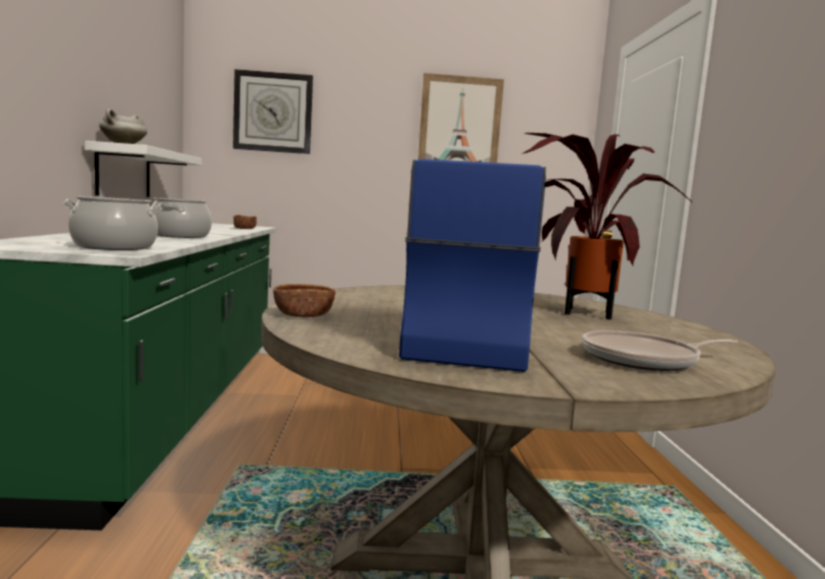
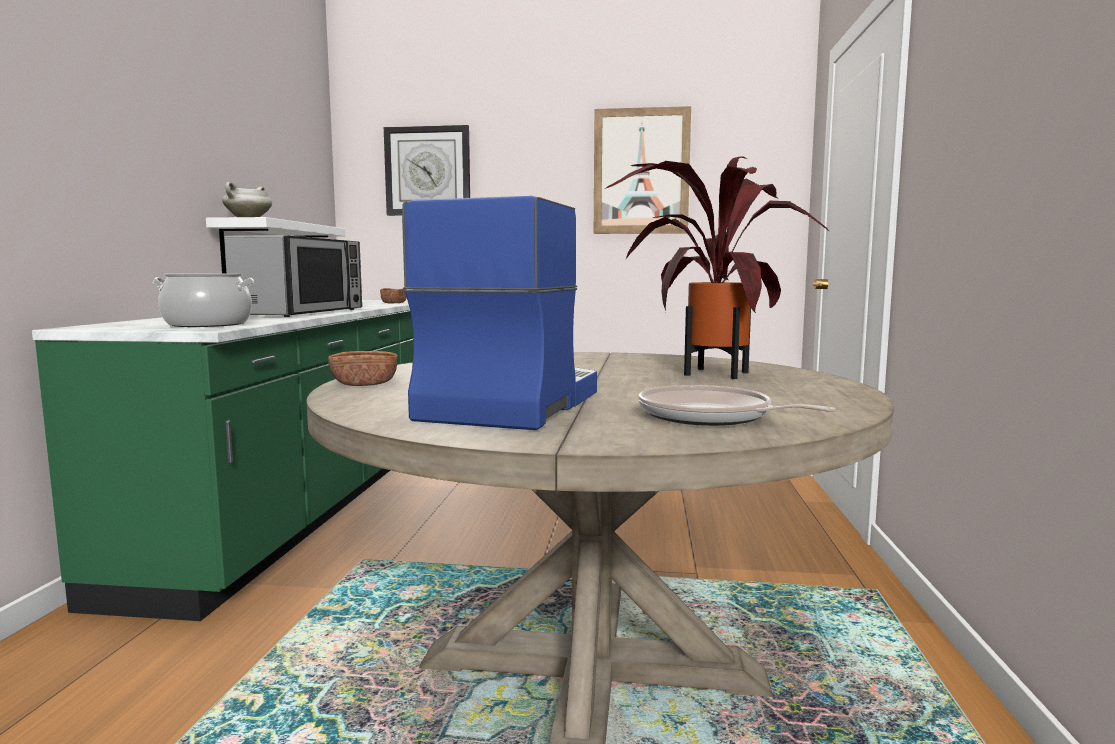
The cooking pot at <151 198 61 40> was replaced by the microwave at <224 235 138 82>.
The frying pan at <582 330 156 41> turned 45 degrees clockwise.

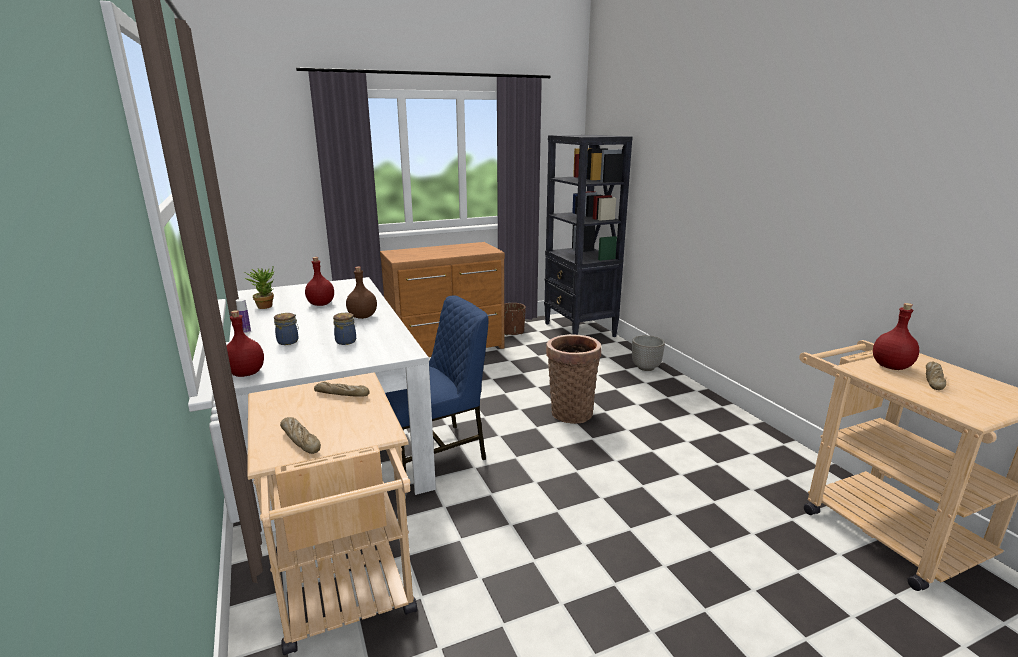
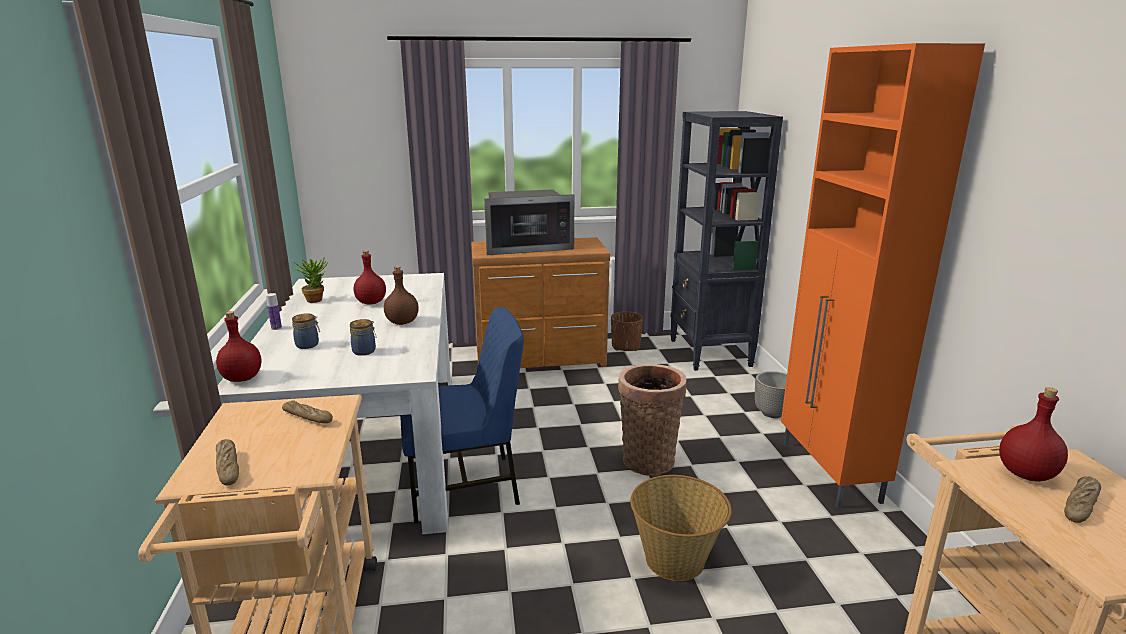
The orange cabinet at <781 43 204 465> appeared.
The microwave at <484 189 90 66> appeared.
The basket at <630 475 102 106> appeared.

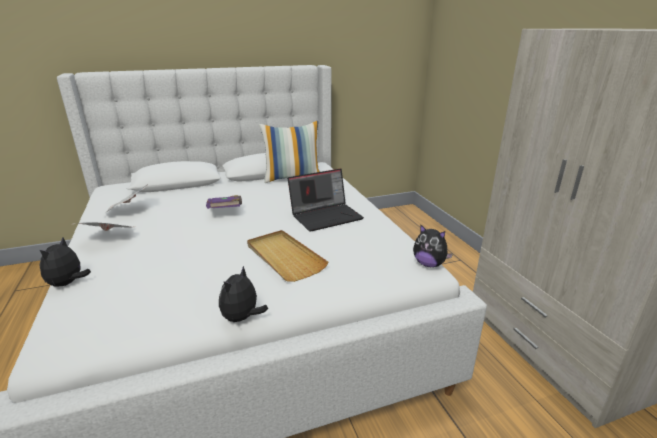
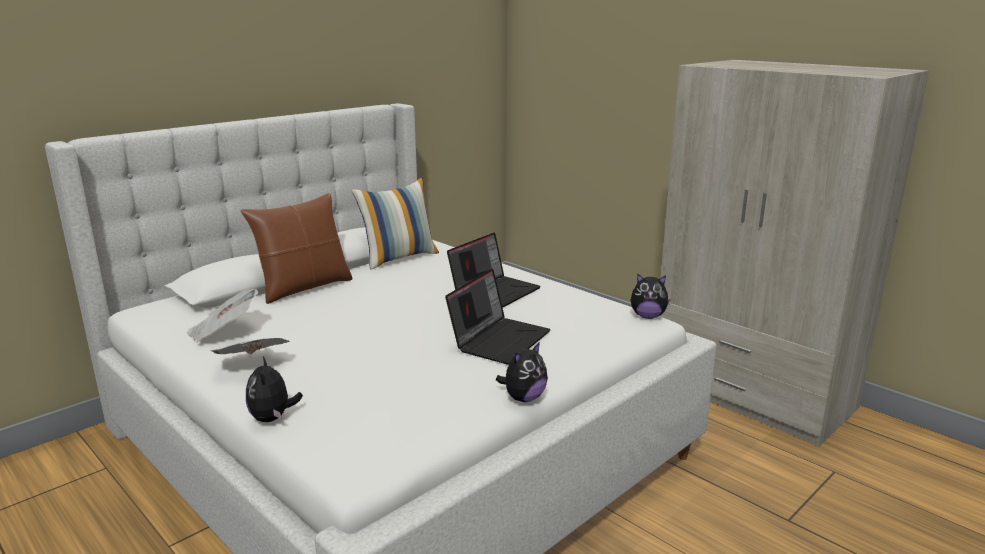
The purple book at <206 195 36 14> disappeared.
The beige tray at <247 230 81 52> was replaced by the laptop at <445 269 106 96>.
The plush toy at <219 266 49 56> turned 135 degrees counterclockwise.
The brown pillow at <241 193 112 111> appeared.

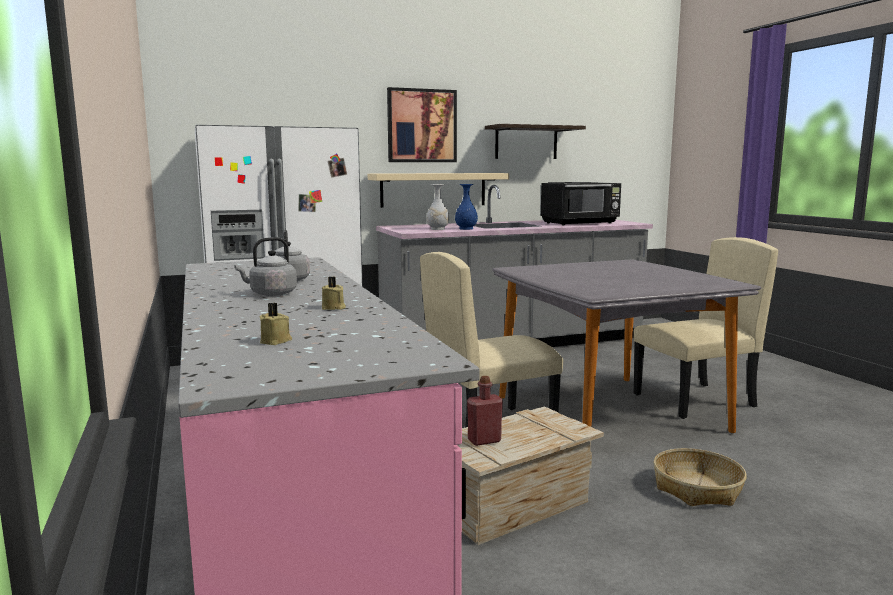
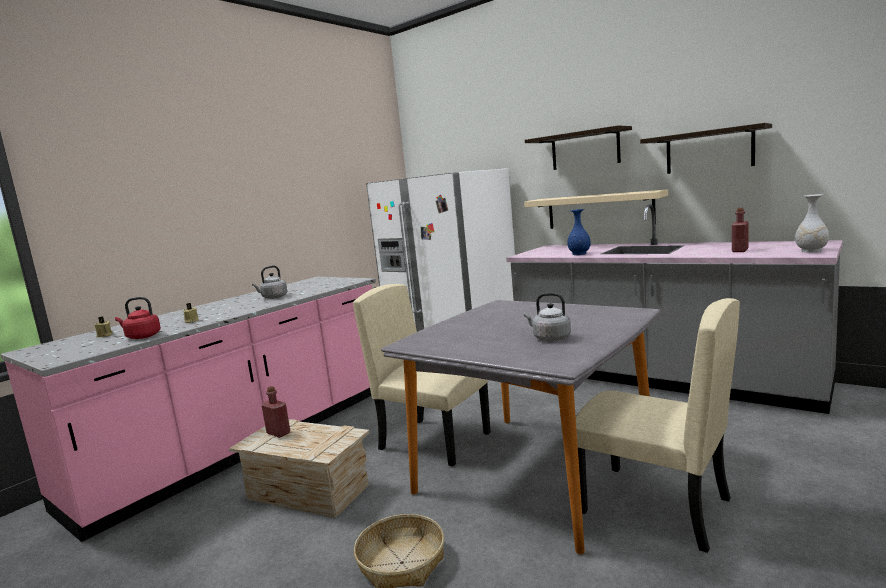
The picture at <387 87 70 75> was replaced by the shelf at <525 125 107 45>.
The black microwave at <541 182 80 44> was replaced by the red bottle at <732 208 17 44>.
The white vase moved from <426 184 23 46> to <795 194 34 58>.
The grey kettle moved from <234 237 63 59> to <524 293 47 48>.
The red kettle at <115 297 46 42> appeared.

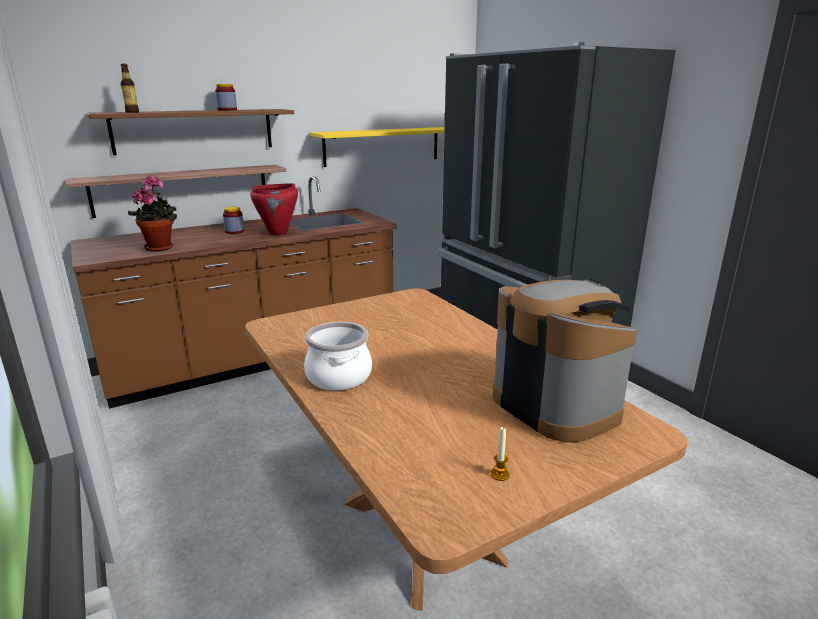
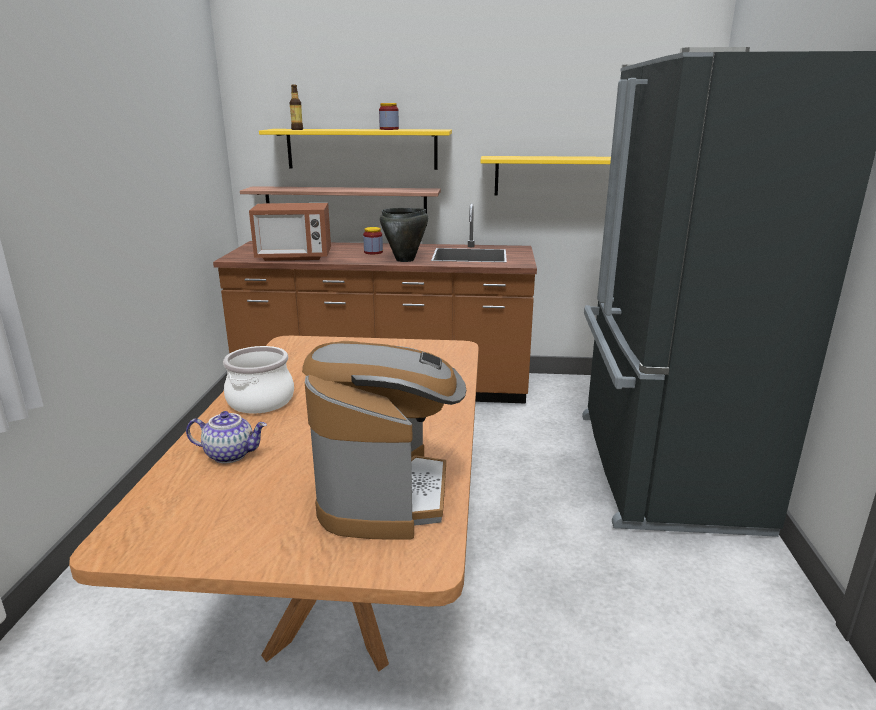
The brown shelf at <87 109 207 46> became the yellow shelf at <259 129 193 41>.
The potted plant at <128 176 49 76> was replaced by the microwave at <249 203 82 58>.
The red cooking pot at <250 183 48 53> became the black cooking pot at <380 208 48 54>.
The candle at <490 427 20 54> disappeared.
The teapot at <186 411 81 52> appeared.

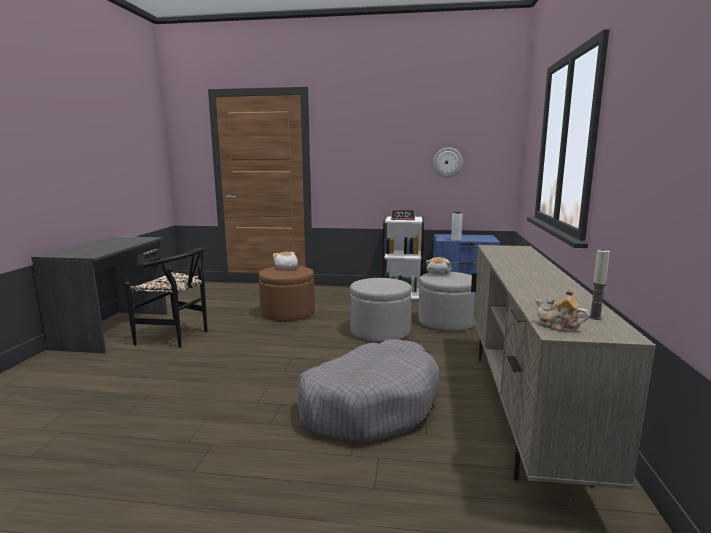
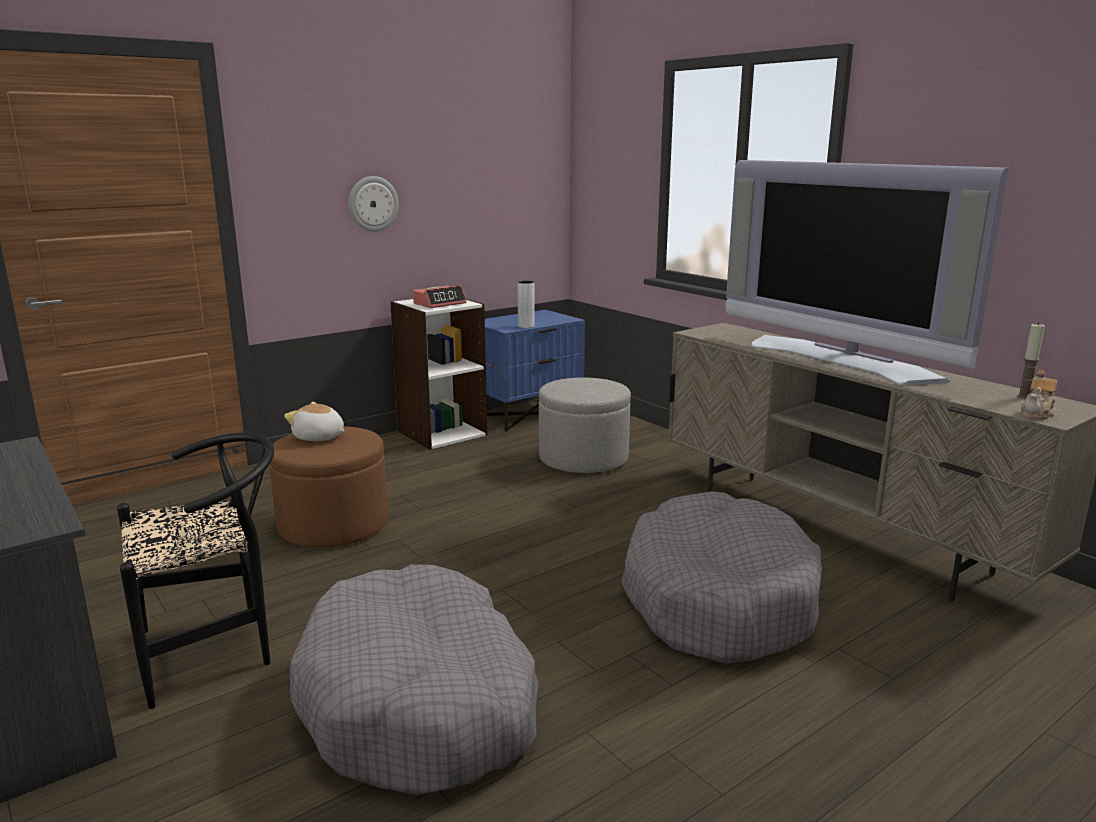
The wall clock moved from <433 147 30 30> to <349 176 49 56>.
The plush toy at <426 257 25 18> disappeared.
The grey ottoman at <350 278 62 64> disappeared.
The teapot at <535 288 54 44> turned 45 degrees counterclockwise.
The television at <725 160 284 225> appeared.
The grey dog bed at <290 564 249 231> appeared.

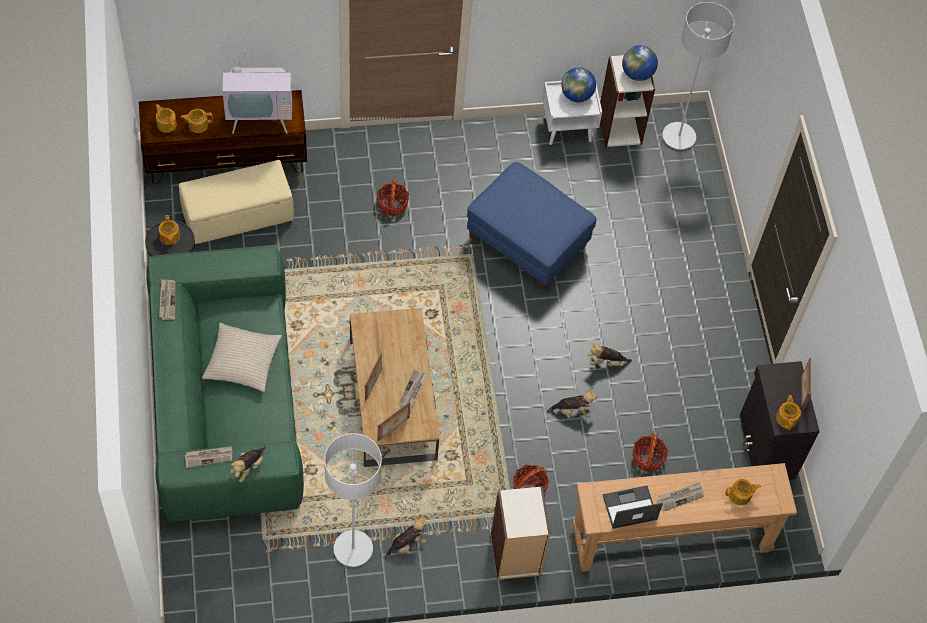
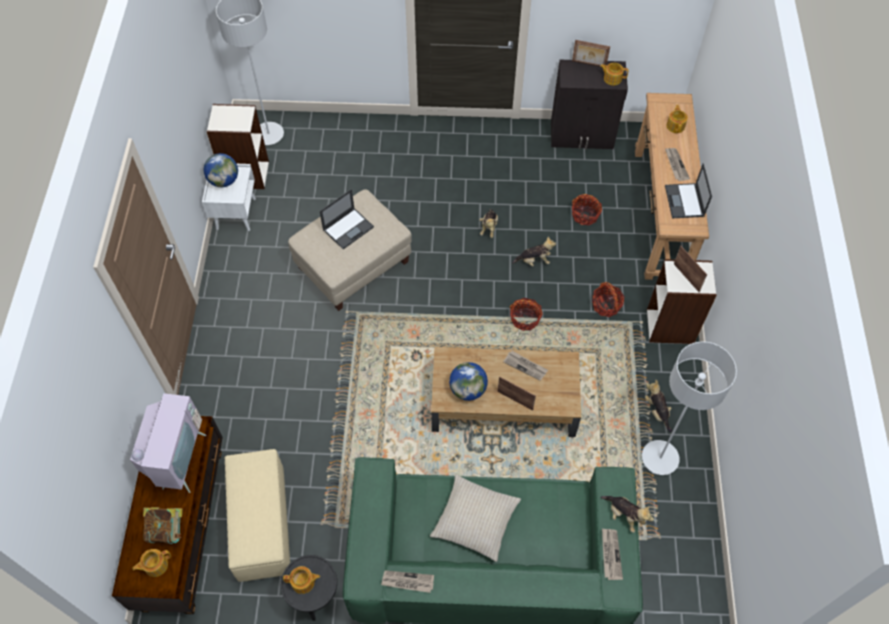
The globe moved from <622 45 36 36> to <449 362 39 39>.
The teapot at <181 109 32 24> was replaced by the book at <143 507 39 37>.
The blue ottoman at <467 162 129 128> became the beige ottoman at <288 189 124 122>.
The basket moved from <377 179 32 37> to <510 298 33 33>.
The plush toy at <547 388 51 30> turned 75 degrees clockwise.
The picture frame moved from <377 402 33 39> to <674 246 33 46>.
The laptop at <320 189 54 60> appeared.

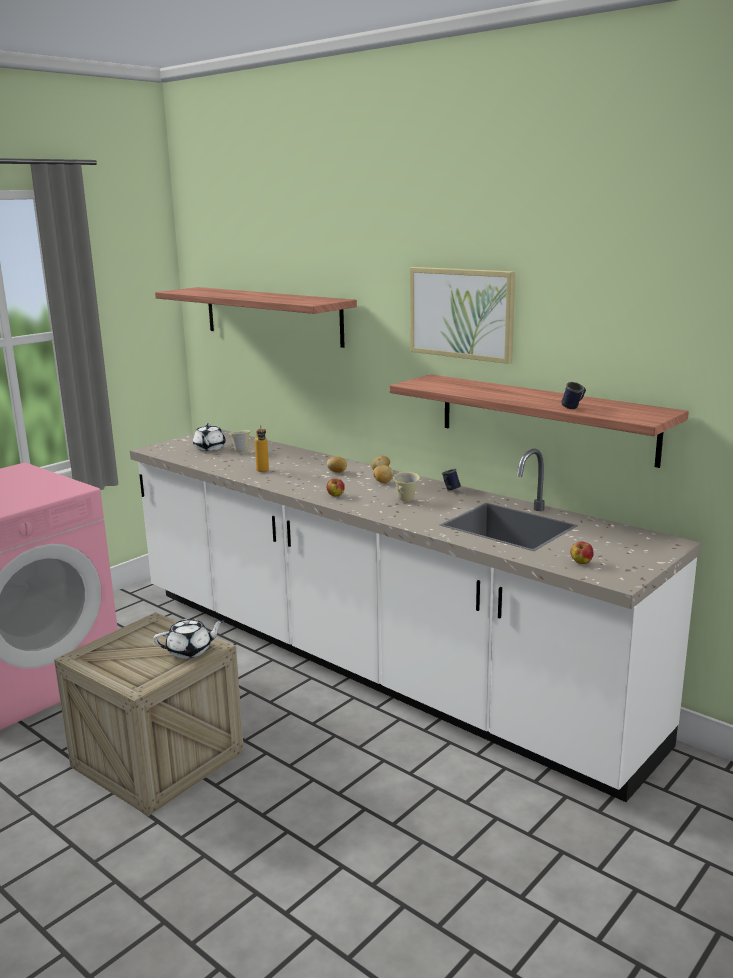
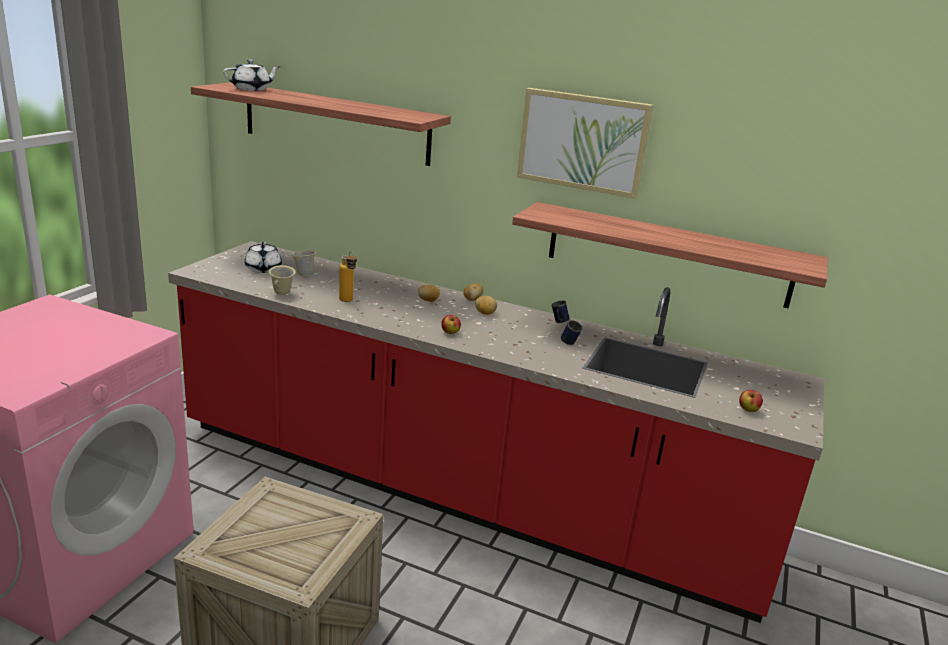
The blue mug moved from <561 382 25 27> to <561 320 22 25>.
The white counter at <130 429 572 373> became the red counter at <168 241 656 382>.
The beige mug moved from <393 472 27 30> to <269 265 27 30>.
The white teapot moved from <154 619 71 39> to <223 59 57 32>.

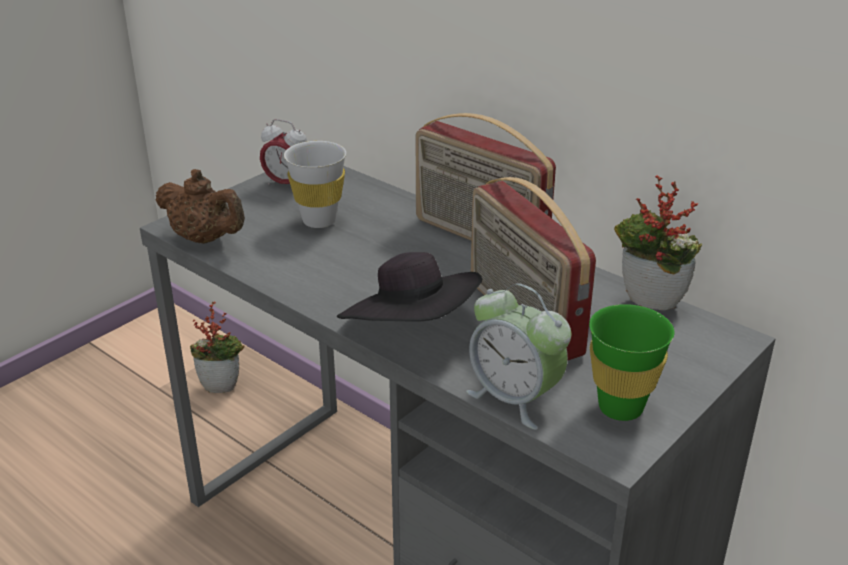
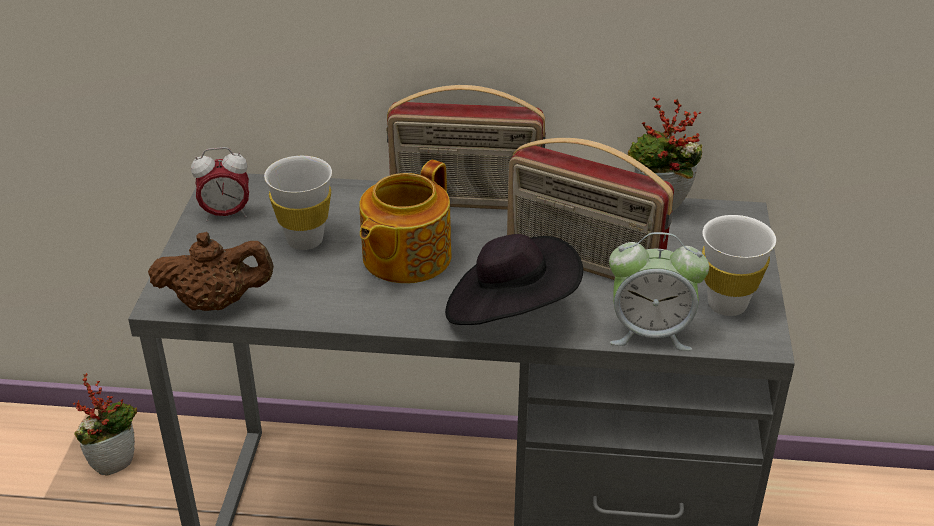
The green cup at <589 304 85 117> became the white cup at <702 215 74 101>.
The teapot at <359 160 92 123> appeared.

